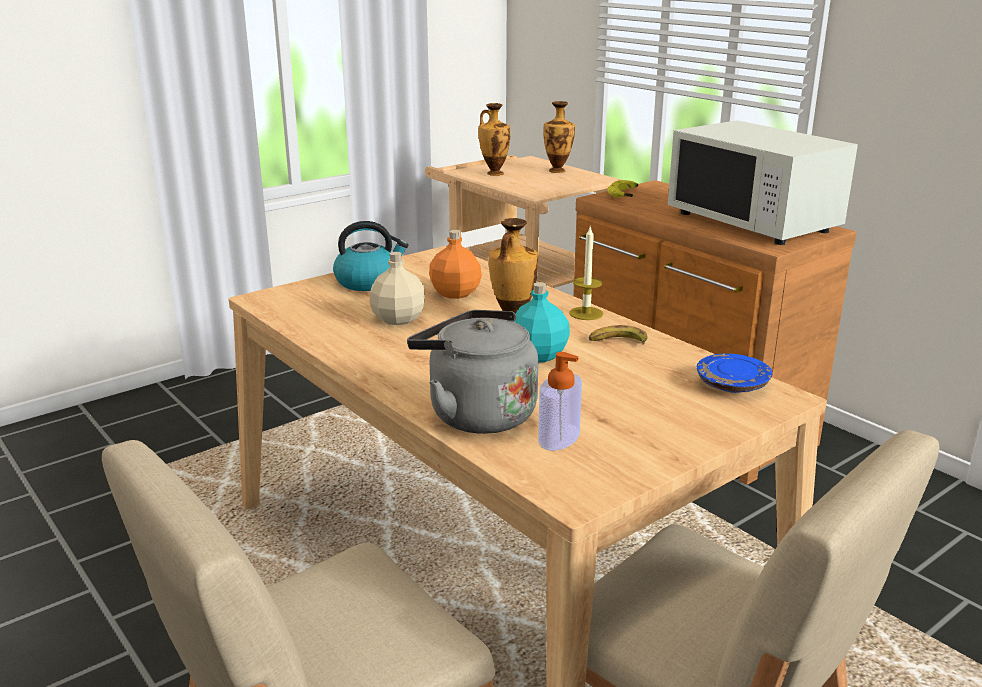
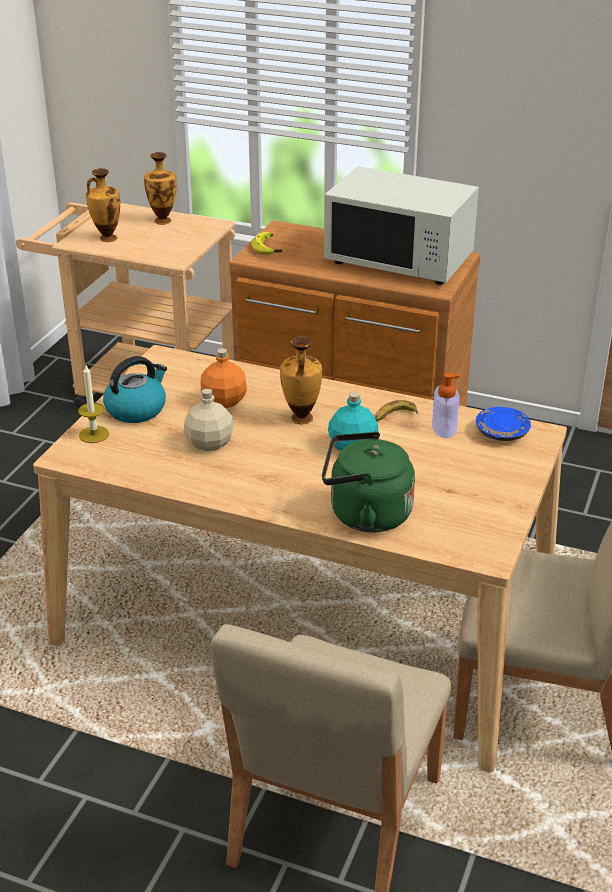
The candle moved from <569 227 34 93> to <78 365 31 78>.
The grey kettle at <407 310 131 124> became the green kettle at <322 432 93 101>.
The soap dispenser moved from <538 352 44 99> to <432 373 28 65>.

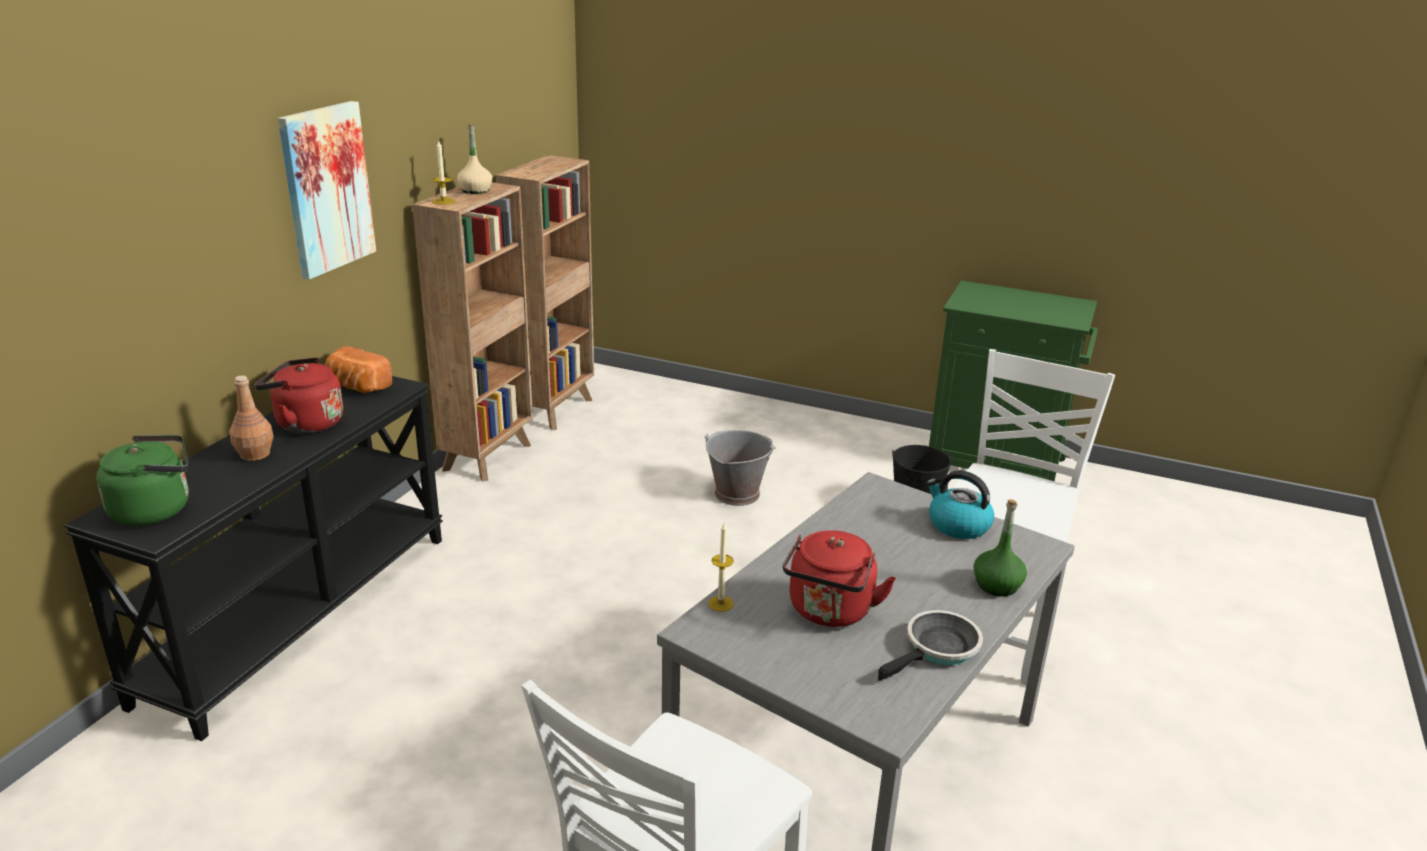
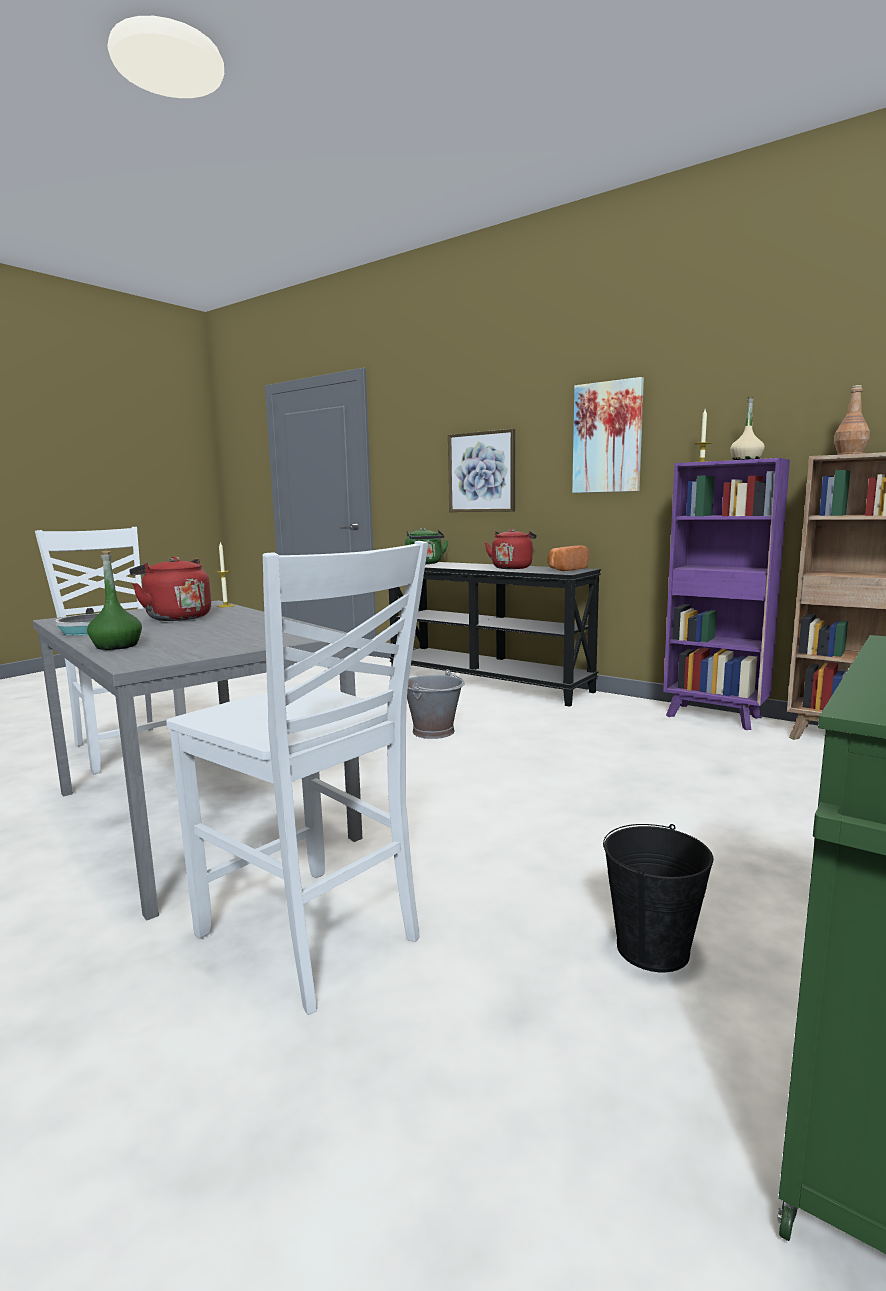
The brown bookcase at <412 182 121 300> became the purple bookcase at <663 458 127 272>.
The brown bottle moved from <230 376 44 85> to <834 385 36 70>.
The grey bucket moved from <704 430 72 76> to <407 669 58 70>.
The kettle at <926 470 68 69> disappeared.
The picture at <448 429 67 83> appeared.

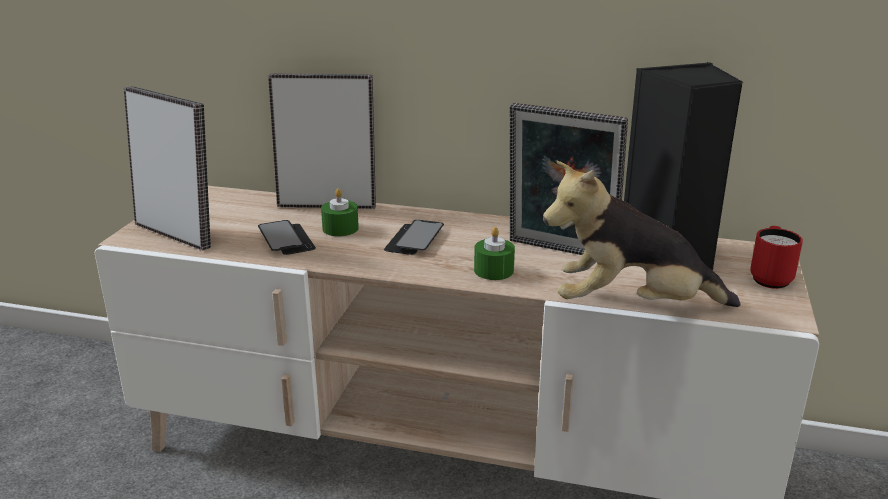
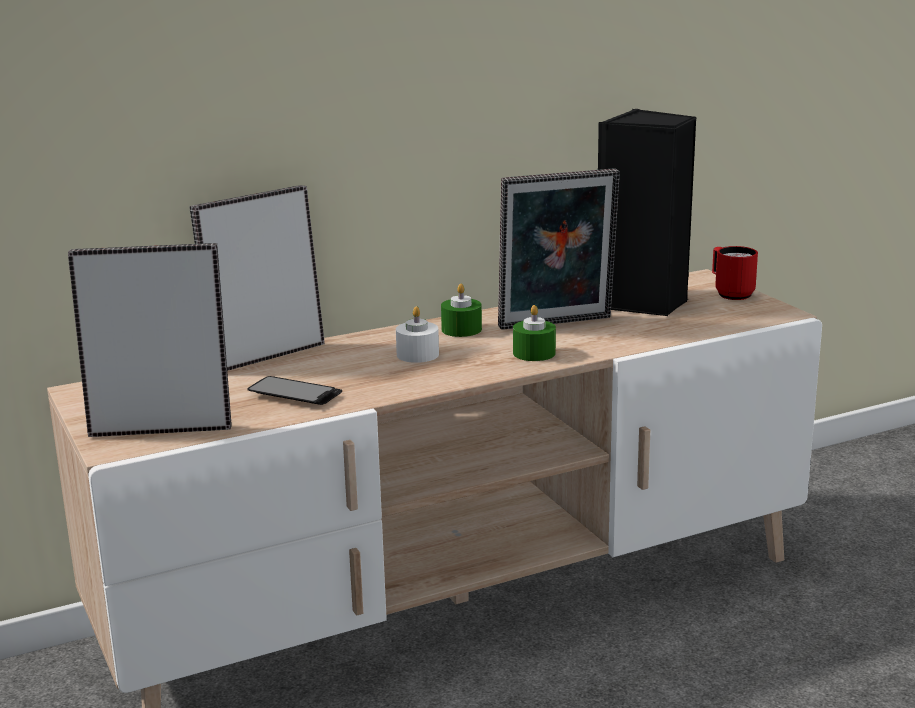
The plush toy at <543 161 198 146> disappeared.
The green candle moved from <321 189 38 48> to <441 284 41 53>.
The phone at <384 220 60 35> was replaced by the white candle at <396 306 43 57>.

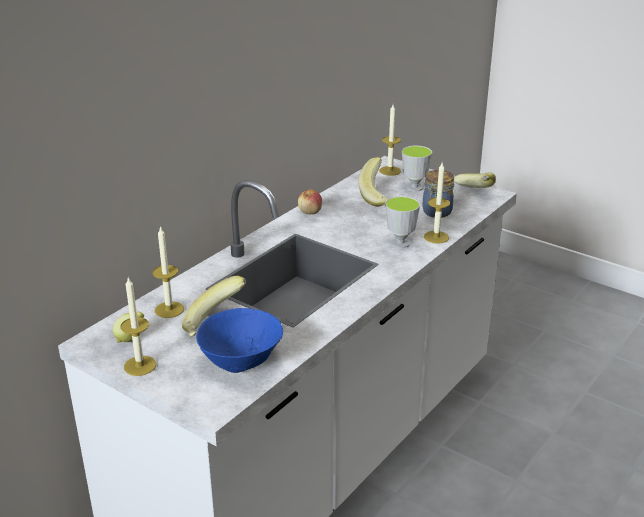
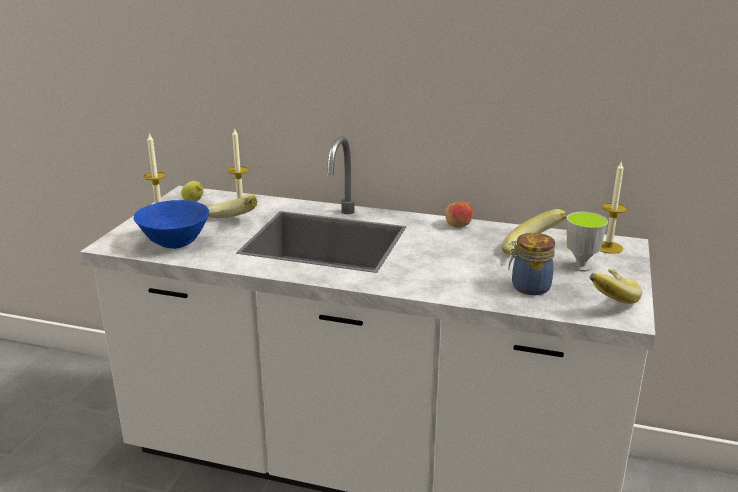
The candle at <424 163 26 81> disappeared.
The cup at <385 196 35 52> disappeared.

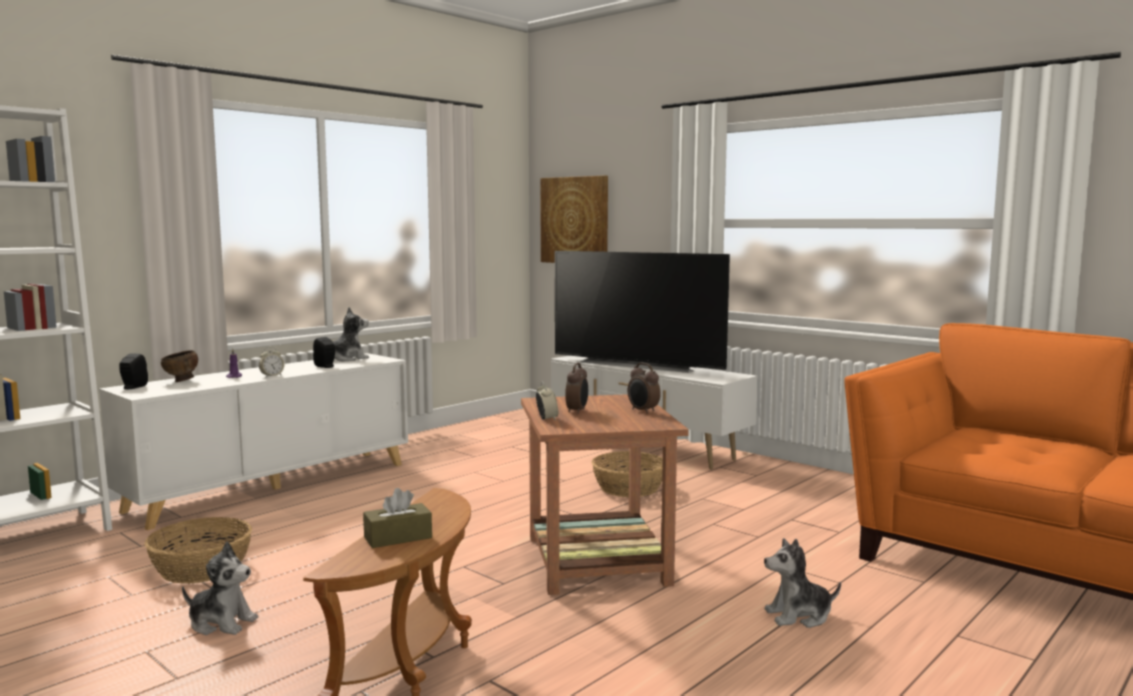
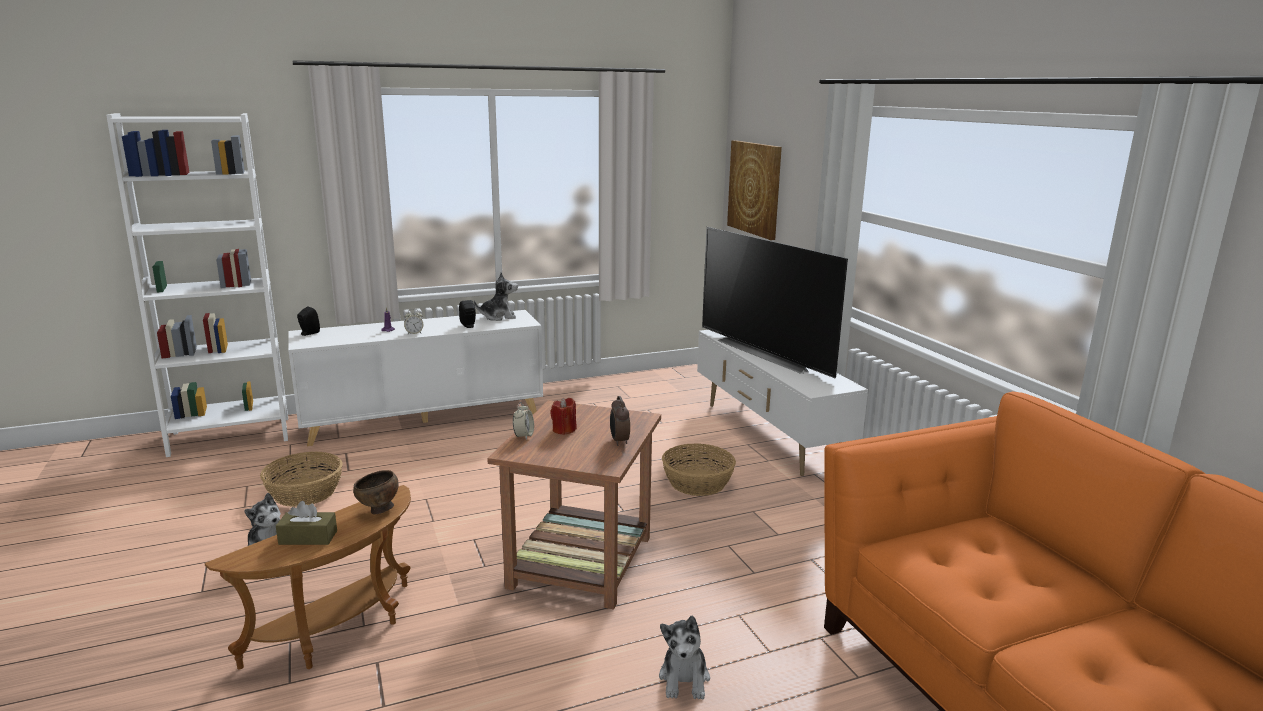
The brown bowl moved from <161 350 37 32> to <353 470 46 44>.
The alarm clock at <565 363 23 51> was replaced by the red candle at <550 398 27 37>.
The plush toy at <764 538 77 90> turned 105 degrees counterclockwise.

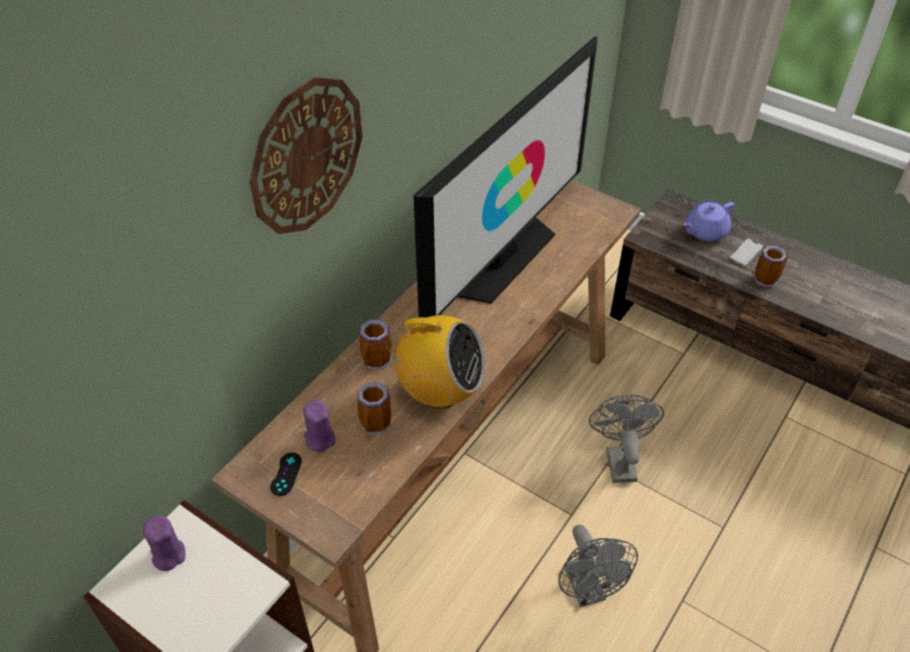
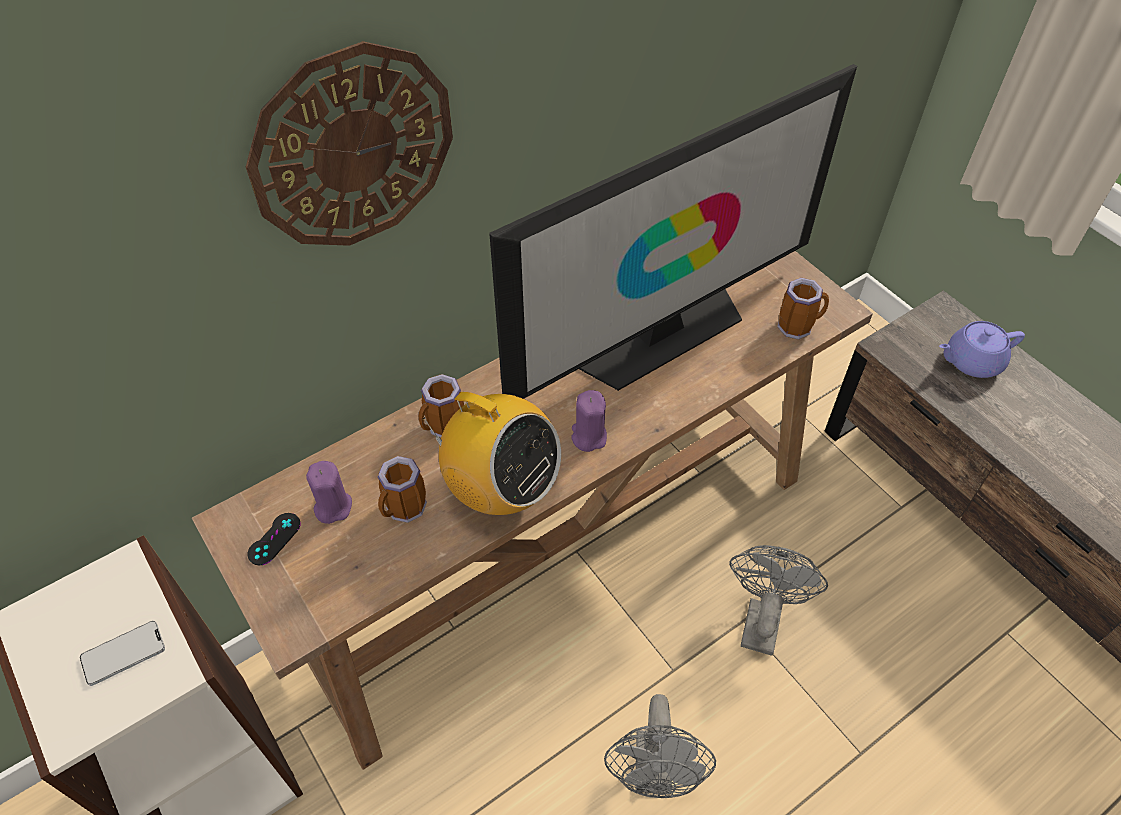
The phone moved from <729 238 34 29> to <80 621 85 65>.
The mug moved from <754 246 33 41> to <777 278 52 62>.
The purple candle moved from <143 515 42 56> to <572 390 35 62>.

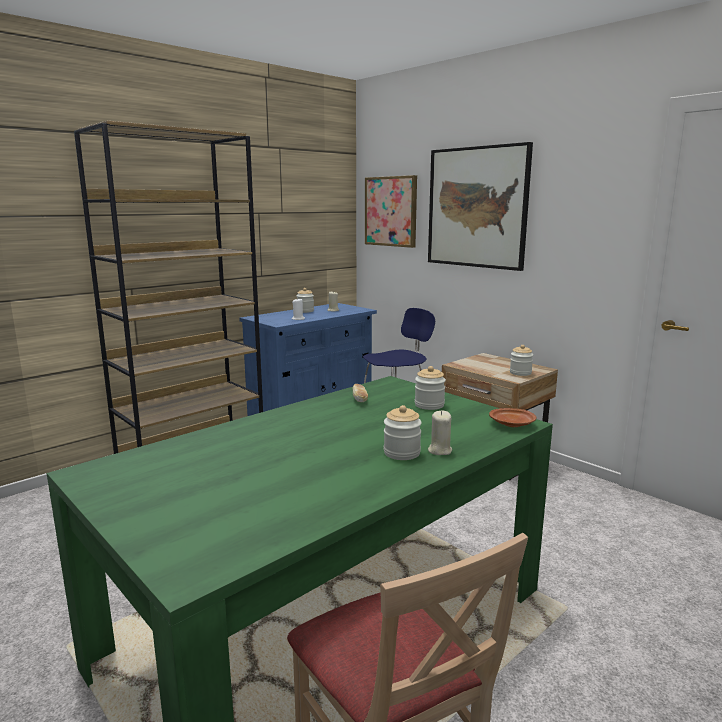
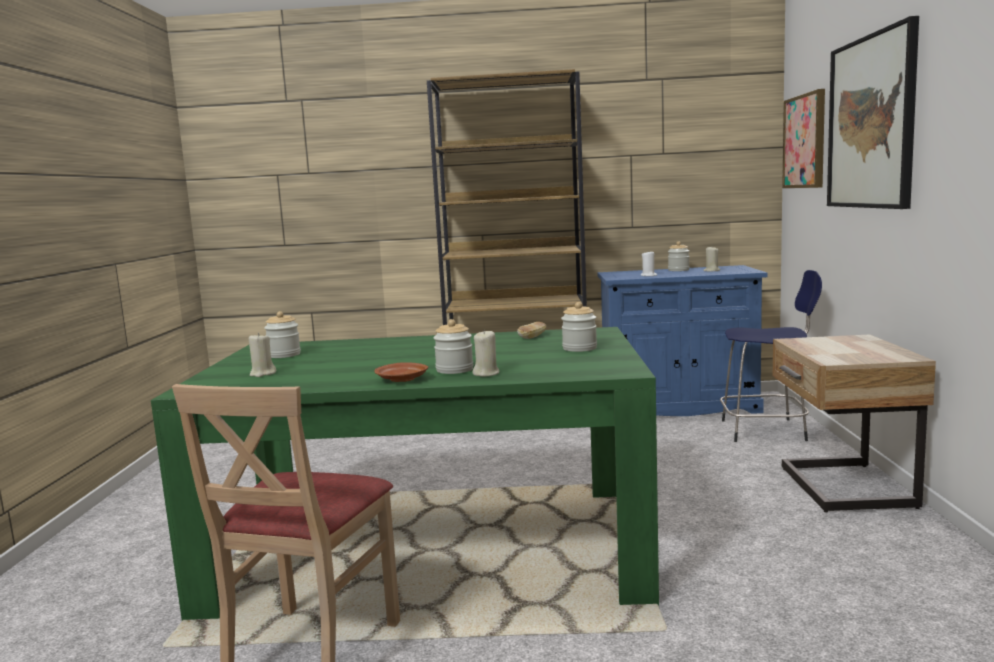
The jar moved from <510 345 23 31> to <264 311 37 47>.
The brown plate moved from <489 408 47 19> to <375 362 53 20>.
The beige candle at <249 333 27 44> appeared.

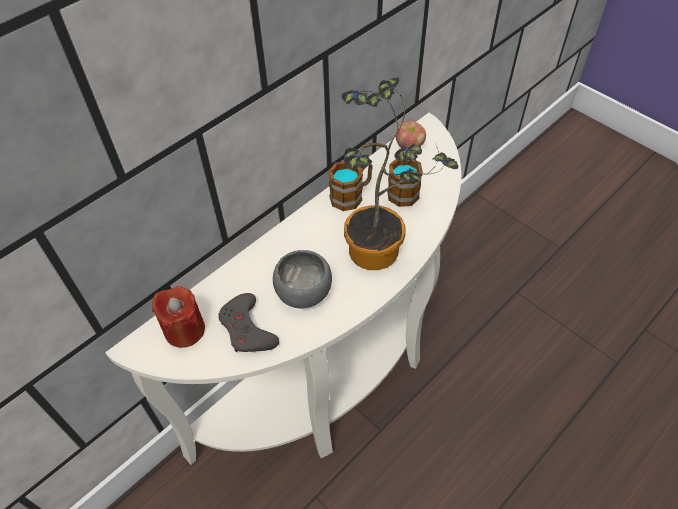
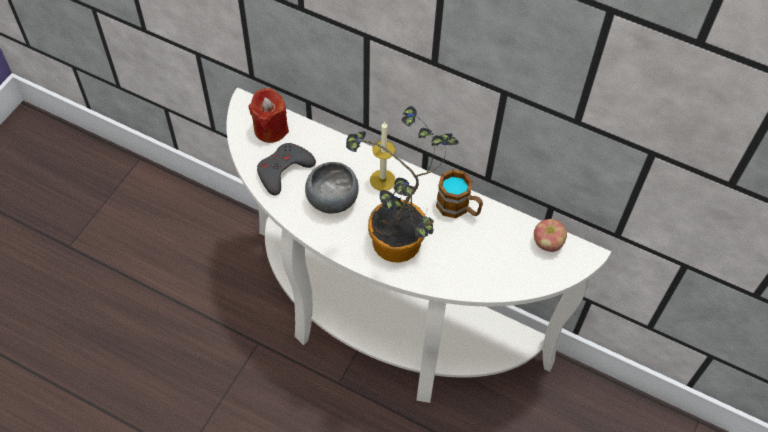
The mug at <387 159 36 48> disappeared.
The candle at <370 122 26 69> appeared.

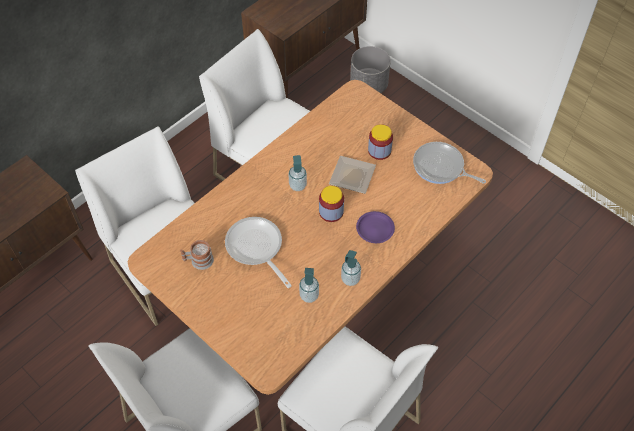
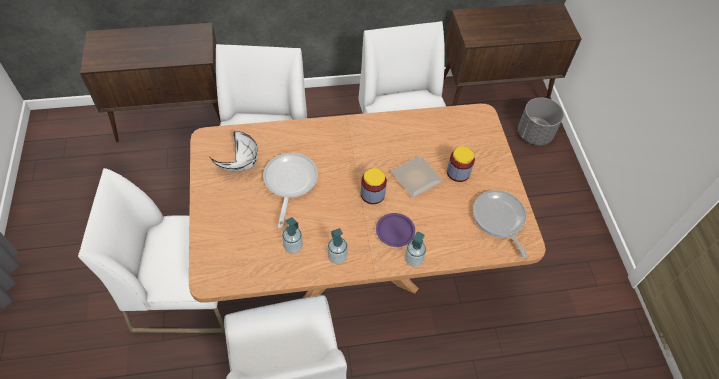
The soap dispenser moved from <289 155 18 36> to <405 231 21 36>.
The mug at <180 240 34 30> was replaced by the white bowl at <210 131 47 40>.

